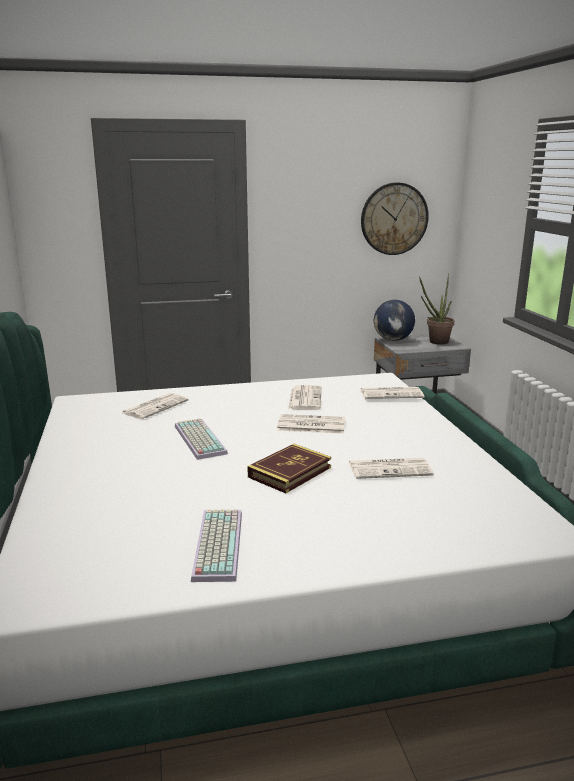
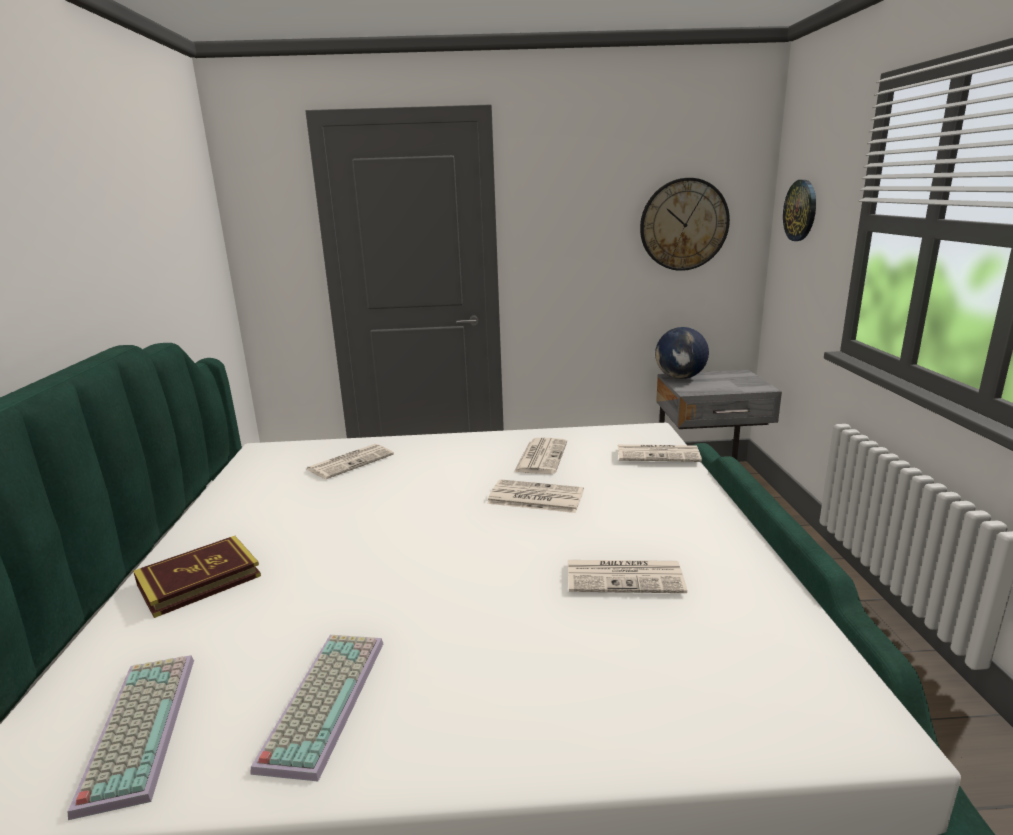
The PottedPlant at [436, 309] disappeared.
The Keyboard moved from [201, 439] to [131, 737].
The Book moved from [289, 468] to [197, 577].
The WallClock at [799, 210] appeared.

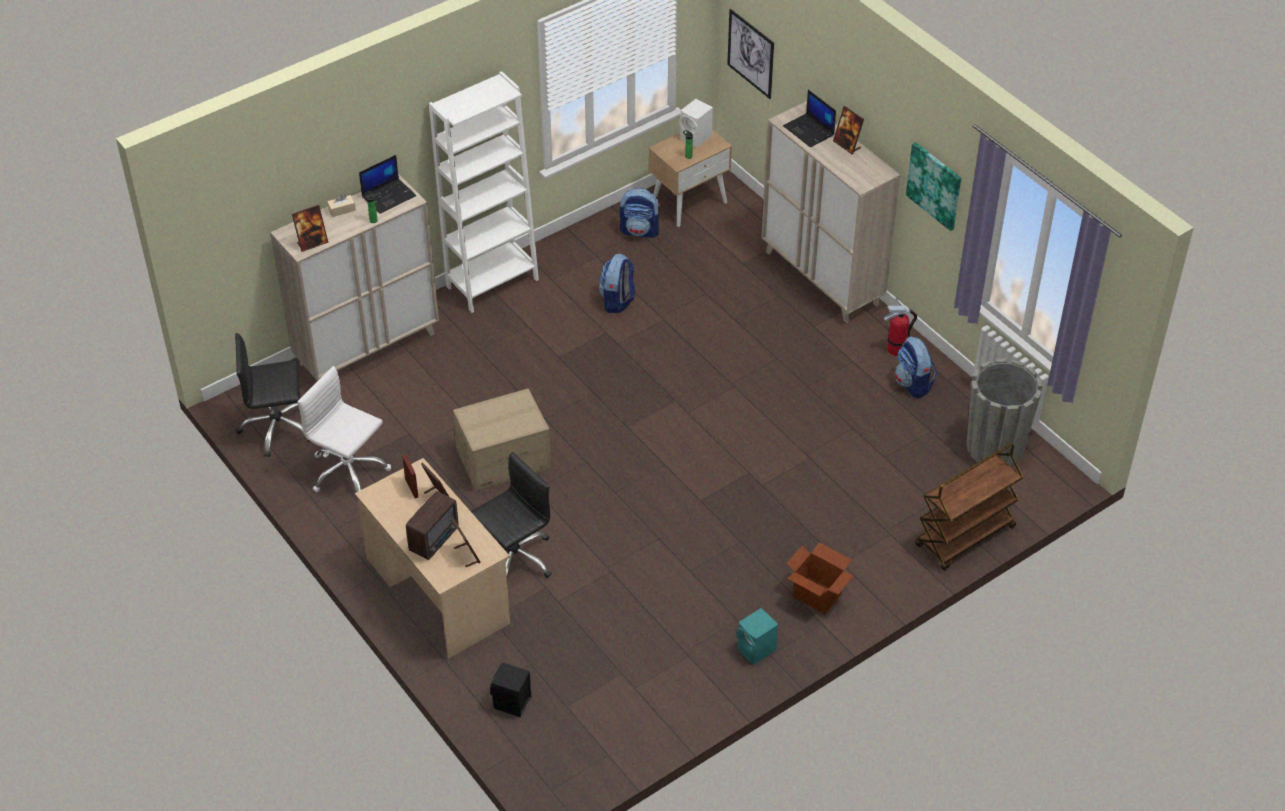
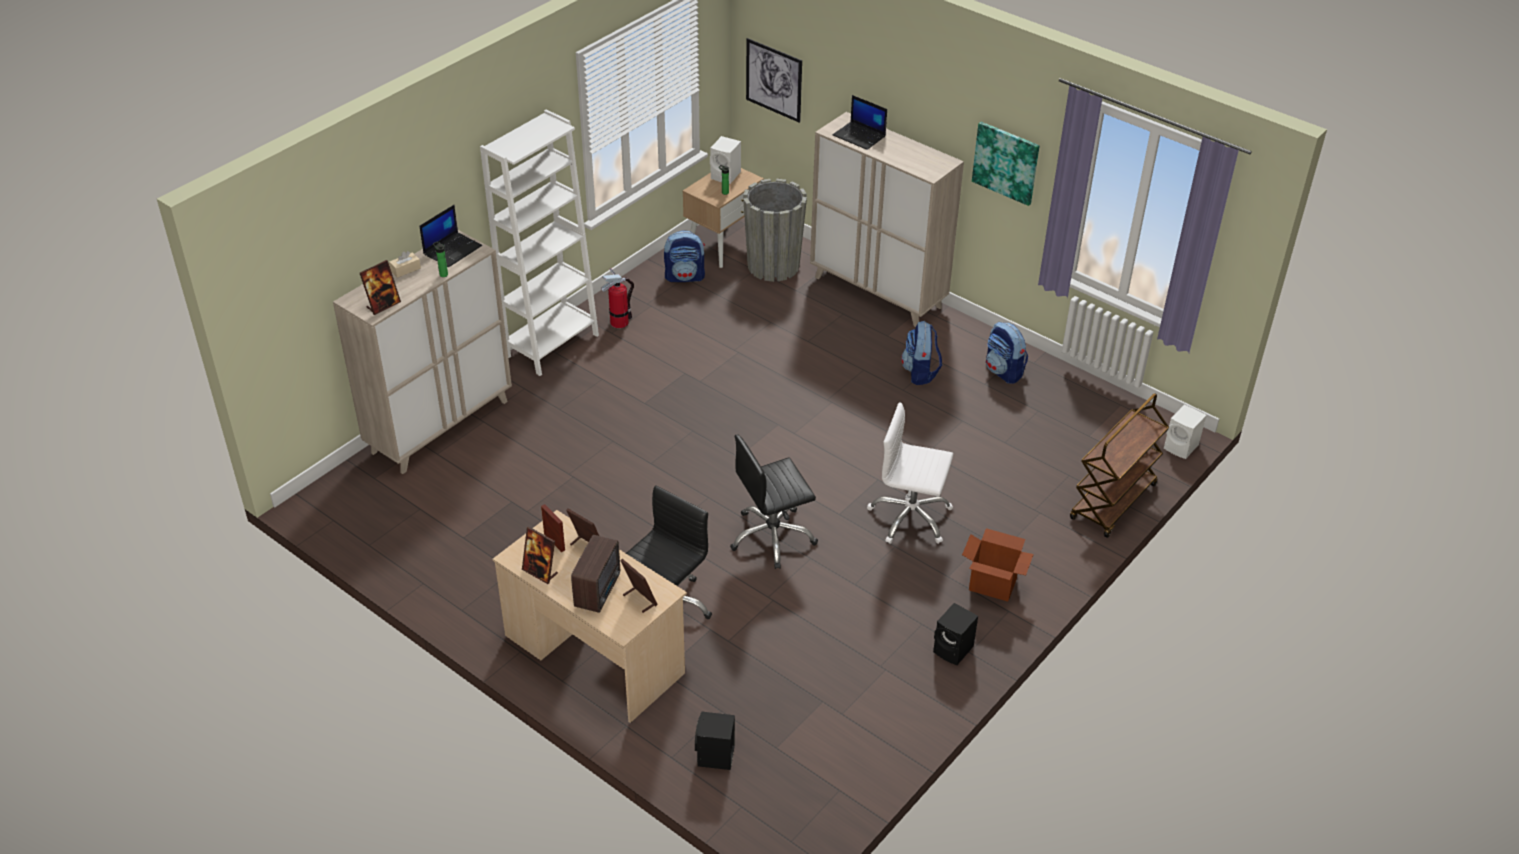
The PictureFrame moved from [848, 130] to [540, 555].
The Backpack moved from [617, 283] to [921, 353].
The FireExtinguisher moved from [900, 327] to [617, 298].
The BlackOfficeChair moved from [273, 395] to [774, 502].
The GreyPlanter moved from [1005, 412] to [775, 230].
The WhiteOfficeChair moved from [344, 429] to [910, 473].
The CardboardBox at [502, 439] disappeared.
The TurquoiseSpeaker at [757, 636] became the BlackSpeaker at [955, 634].
The WhiteSpeaker at [1185, 431] appeared.

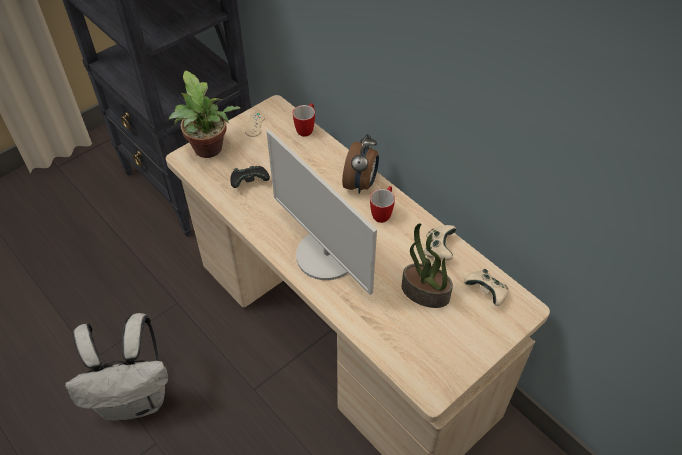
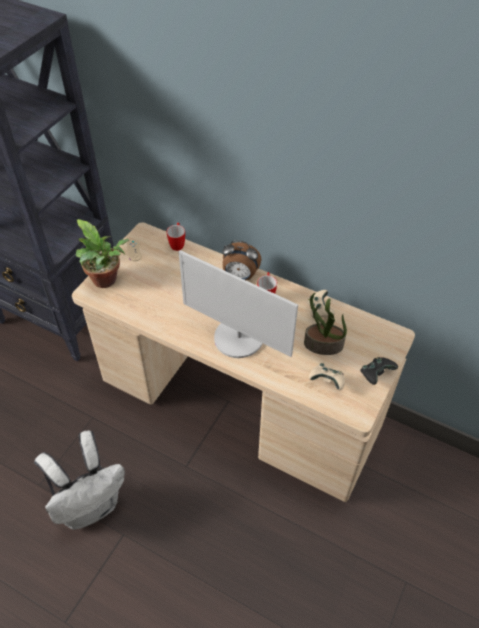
The AlarmClock at [360, 164] turned 105 degrees clockwise.
The BlackGameController moved from [250, 177] to [379, 371].
The BeigeGameController moved from [486, 287] to [327, 376].

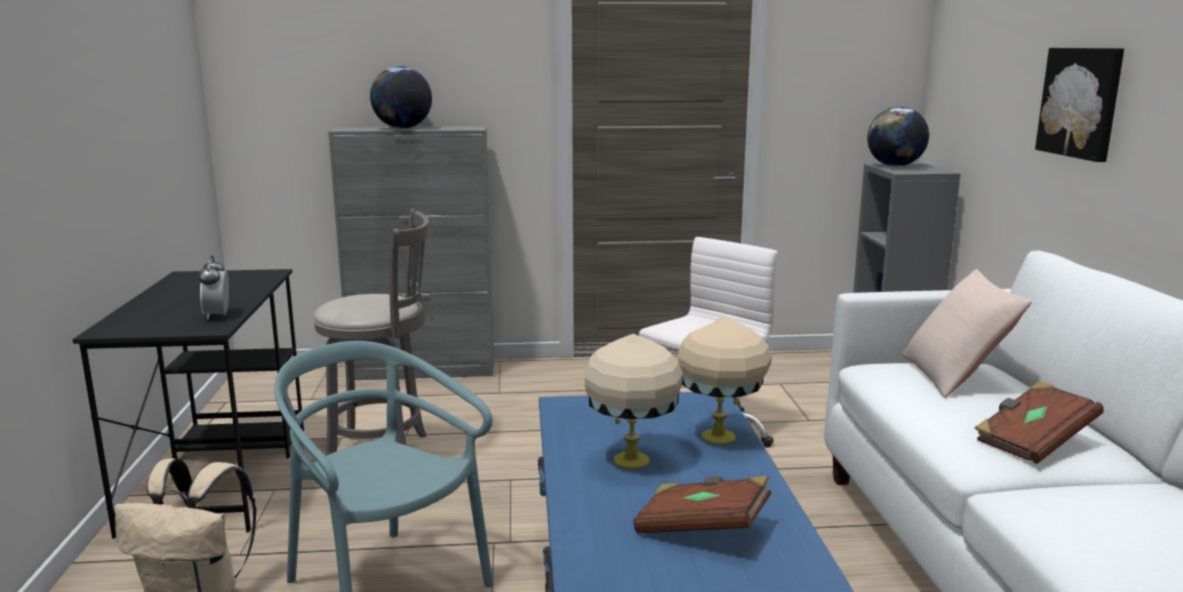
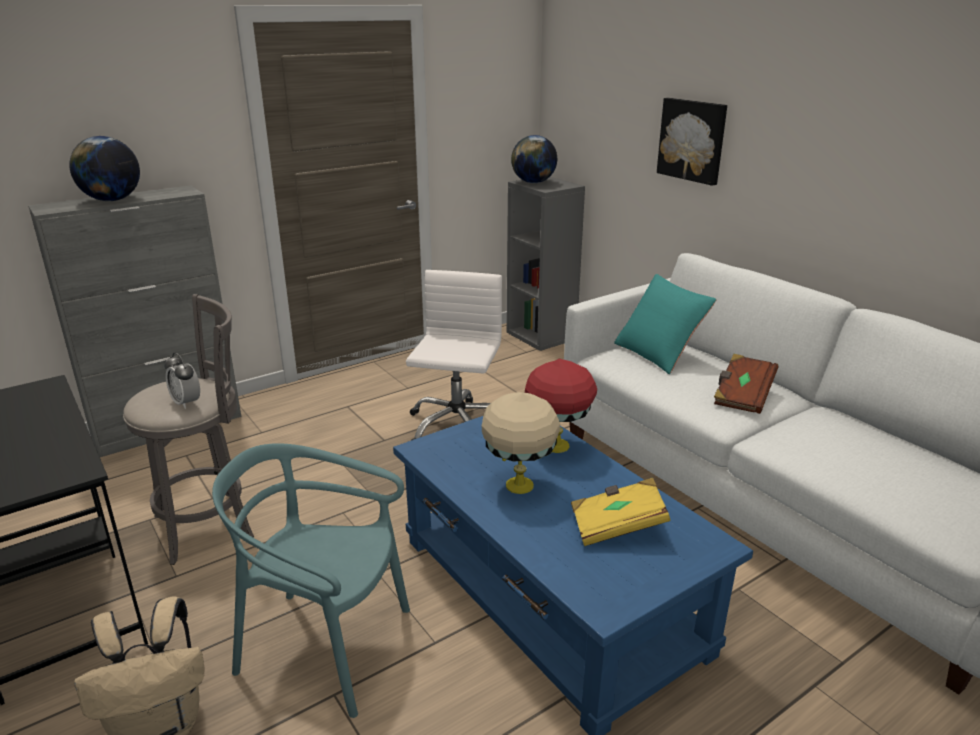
The AlarmClock moved from [213, 287] to [182, 381].
The BeigePillow at [967, 333] became the TurquoisePillow at [665, 324].
The BeigeTableLamp at [725, 380] became the RedTableLamp at [561, 406].
The BrownBook at [702, 504] became the YellowBook at [621, 512].

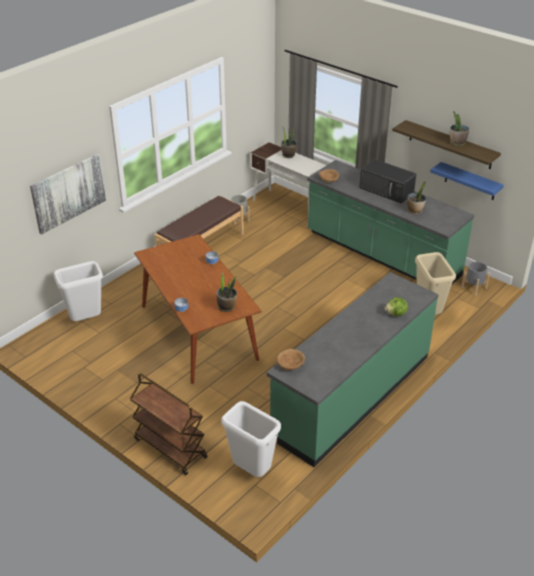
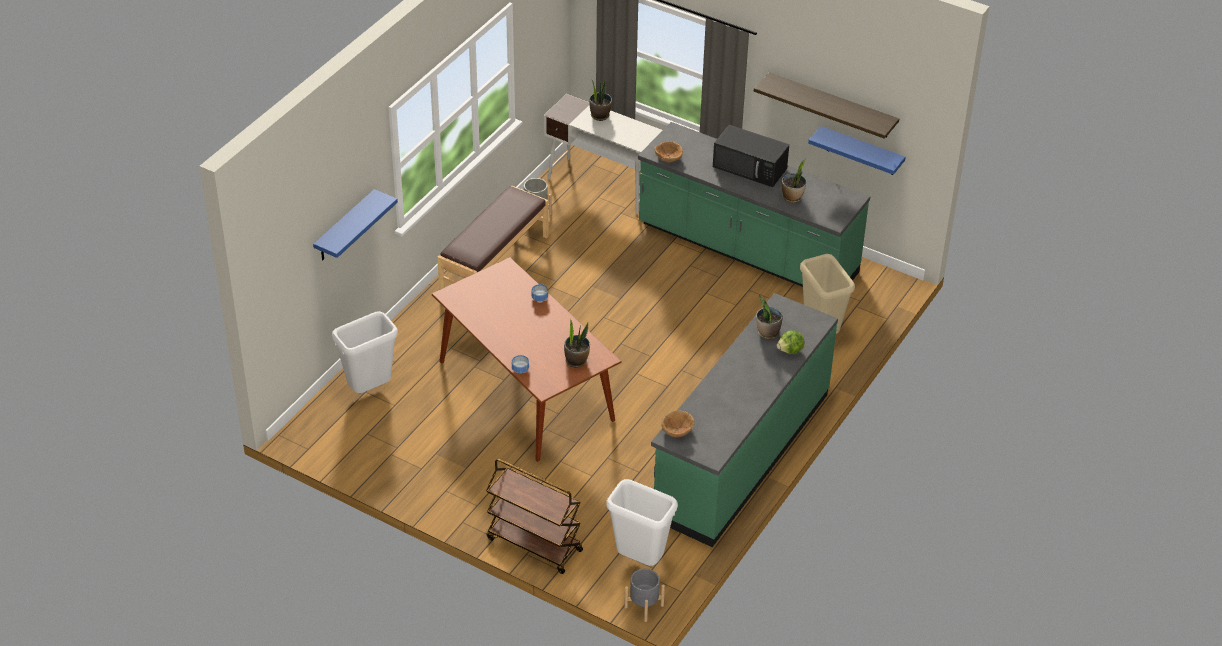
The PottedPlant moved from [459, 128] to [769, 316].
The Picture at [68, 194] was replaced by the BlueShelf at [355, 224].
The GreyPlanter moved from [476, 279] to [644, 595].

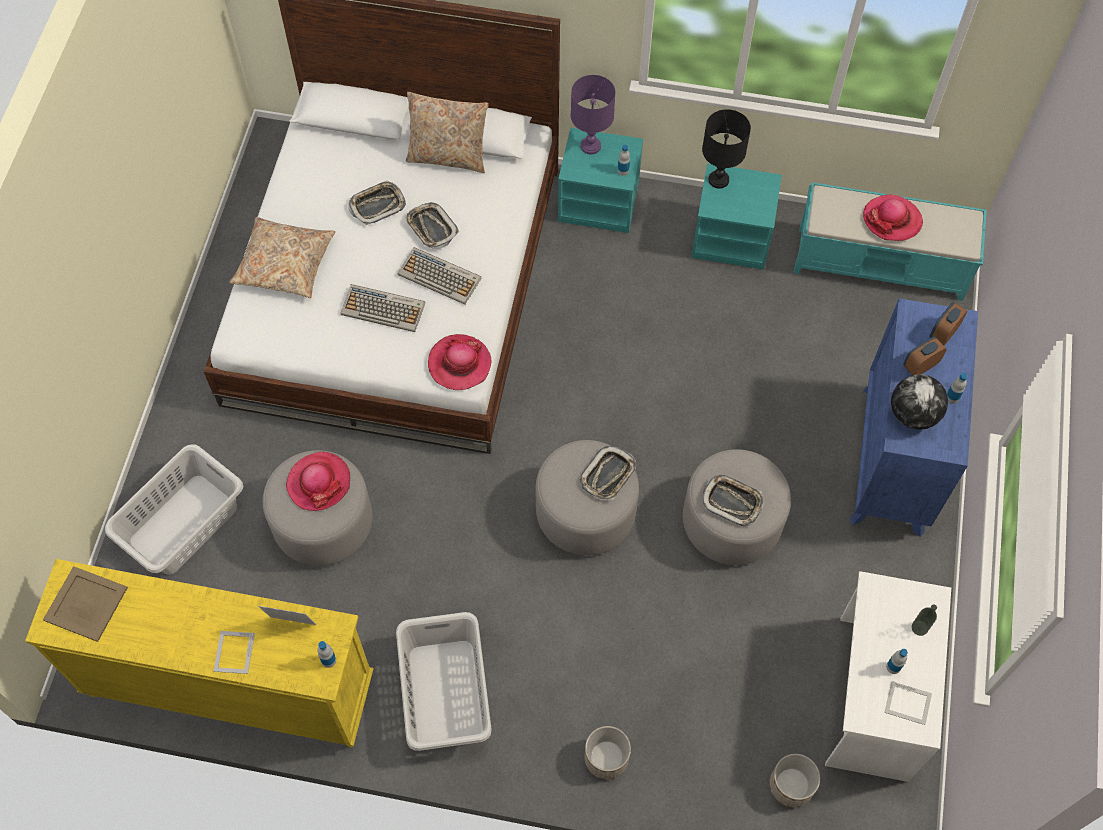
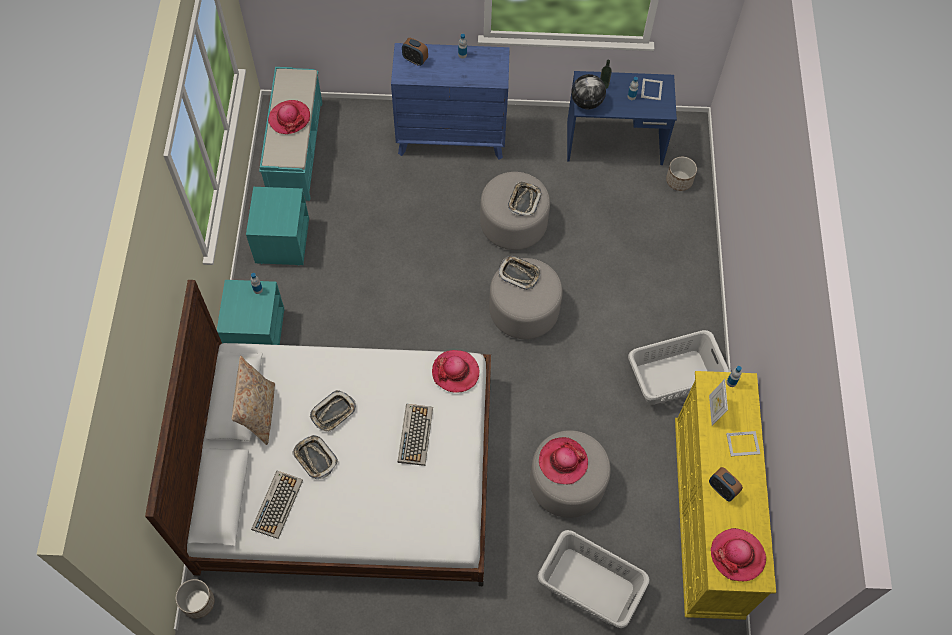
The PurpleTableLamp at [593, 114] disappeared.
The BlackTableLamp at [726, 149] disappeared.
The BeigePillow at [282, 257] disappeared.
The Keyboard moved from [439, 276] to [277, 504].
The AlarmClock moved from [925, 355] to [726, 484].
The Globe moved from [919, 402] to [588, 91].
The BeigeTray at [85, 604] was replaced by the Hat at [738, 554].
The WhiteDesk at [888, 676] became the BlueDesk at [622, 118].
The Planter moved from [607, 753] to [195, 599].

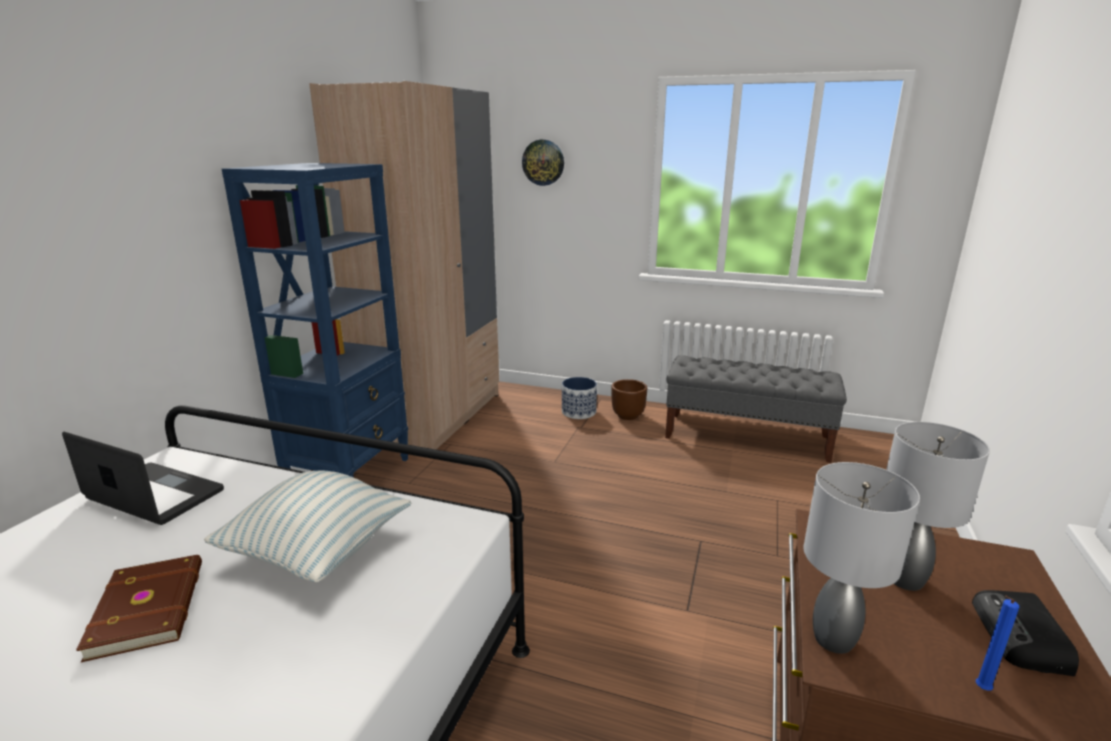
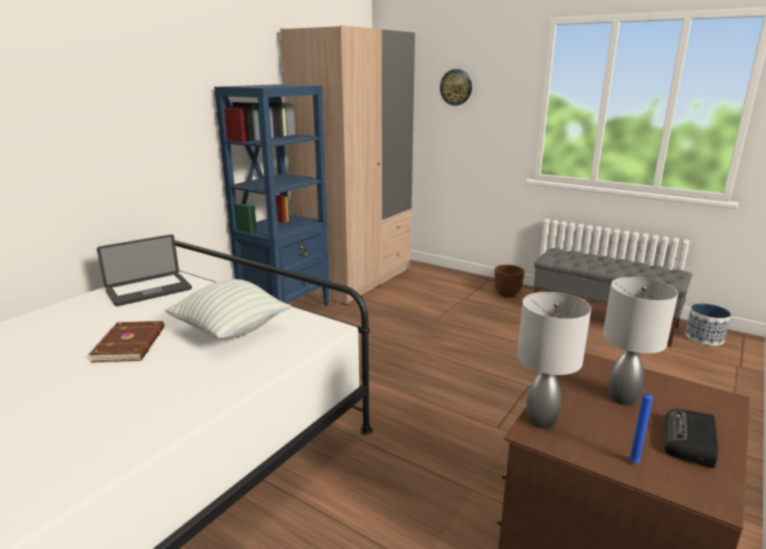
The Planter moved from [579, 398] to [708, 324].
The Laptop at [143, 478] turned 105 degrees clockwise.

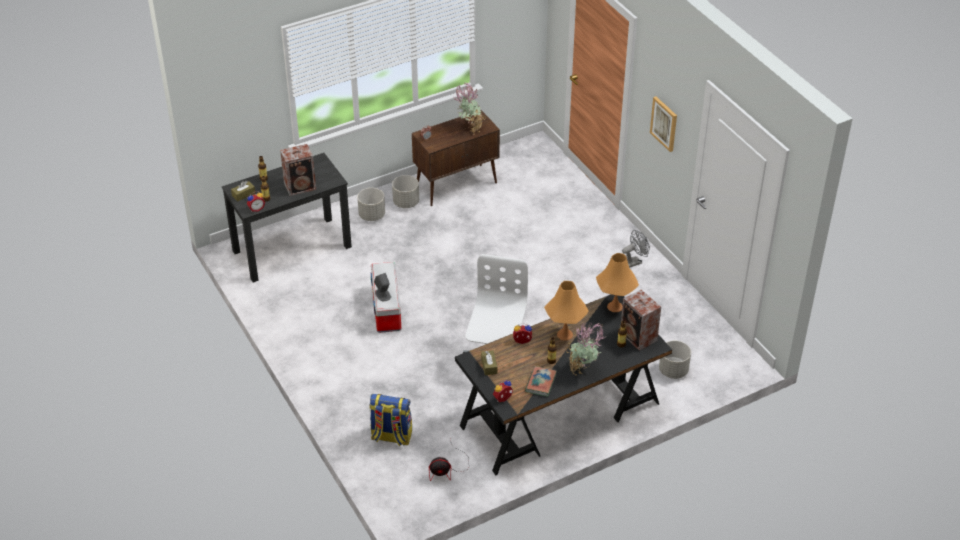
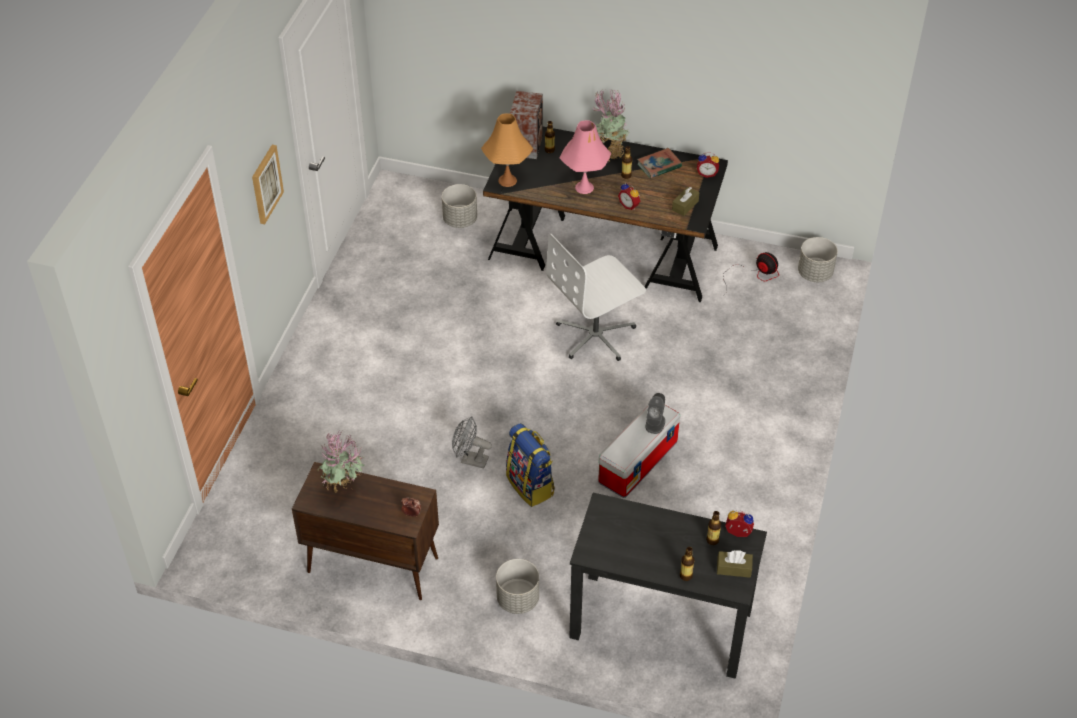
The Speaker at [298, 170] disappeared.
The GreyPlanter moved from [405, 191] to [818, 259].
The GreyFan moved from [636, 249] to [472, 442].
The OrangeTableLamp at [566, 311] became the PinkTableLamp at [585, 157].
The Backpack moved from [390, 420] to [530, 465].

